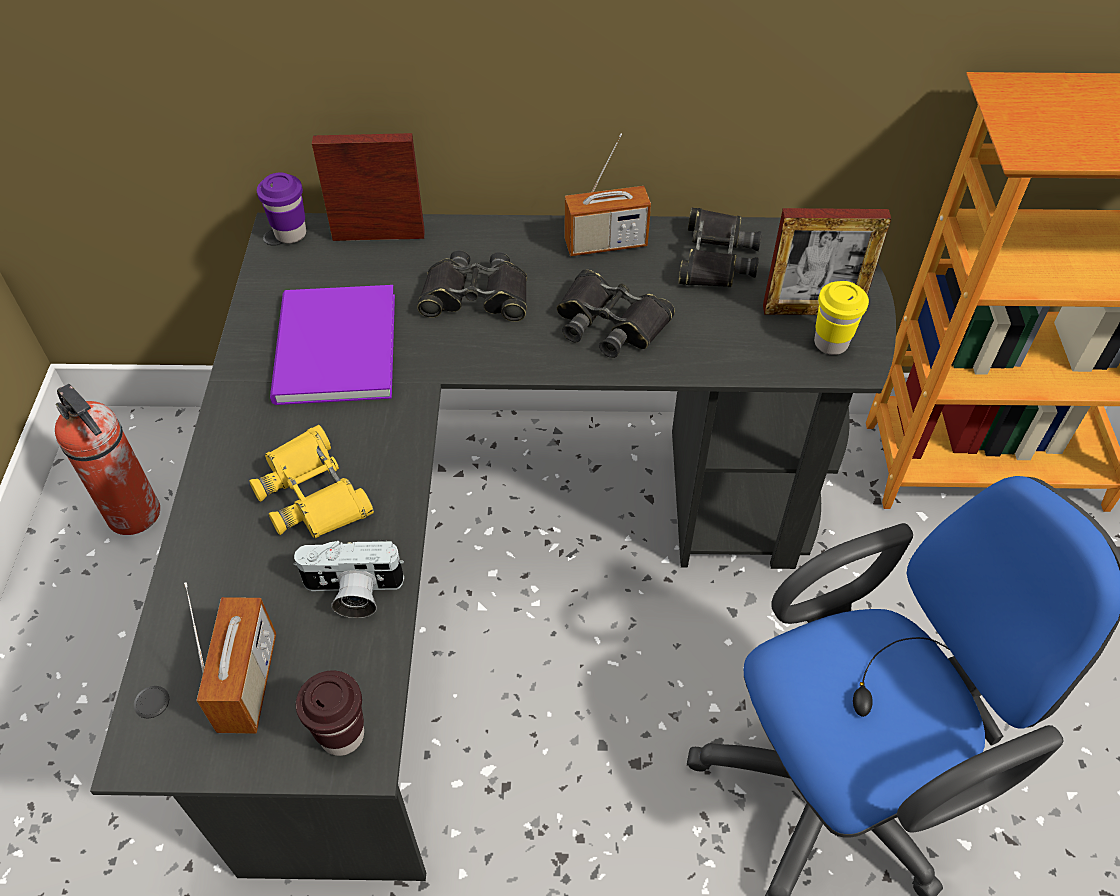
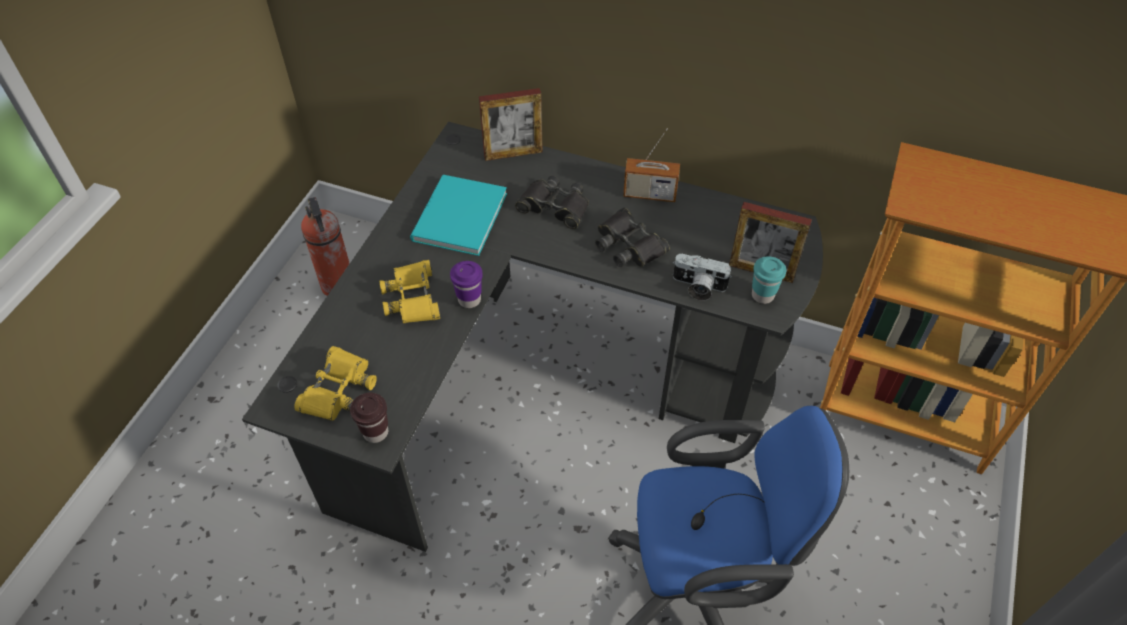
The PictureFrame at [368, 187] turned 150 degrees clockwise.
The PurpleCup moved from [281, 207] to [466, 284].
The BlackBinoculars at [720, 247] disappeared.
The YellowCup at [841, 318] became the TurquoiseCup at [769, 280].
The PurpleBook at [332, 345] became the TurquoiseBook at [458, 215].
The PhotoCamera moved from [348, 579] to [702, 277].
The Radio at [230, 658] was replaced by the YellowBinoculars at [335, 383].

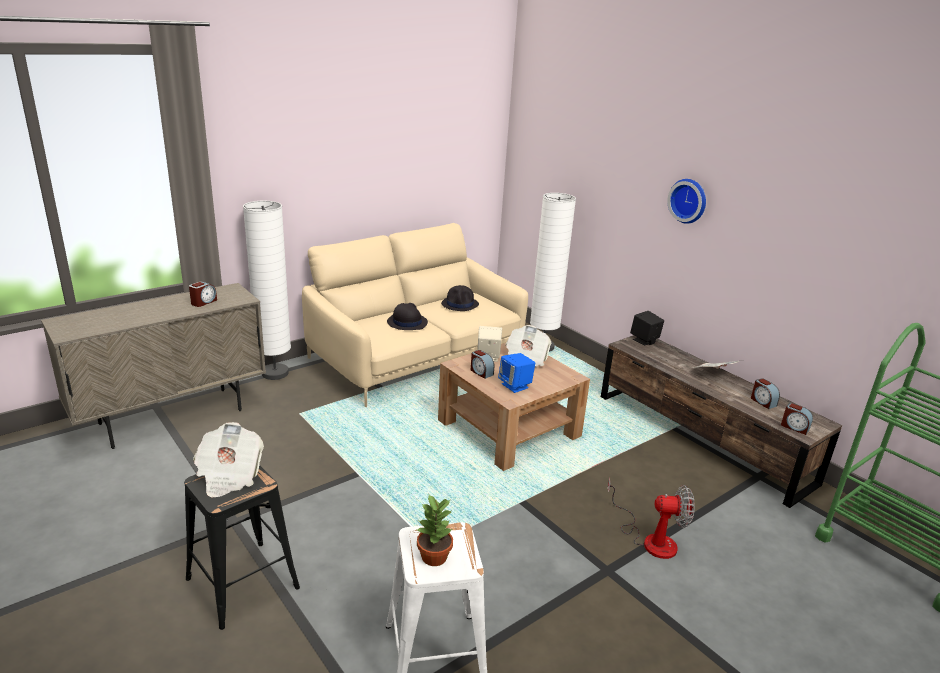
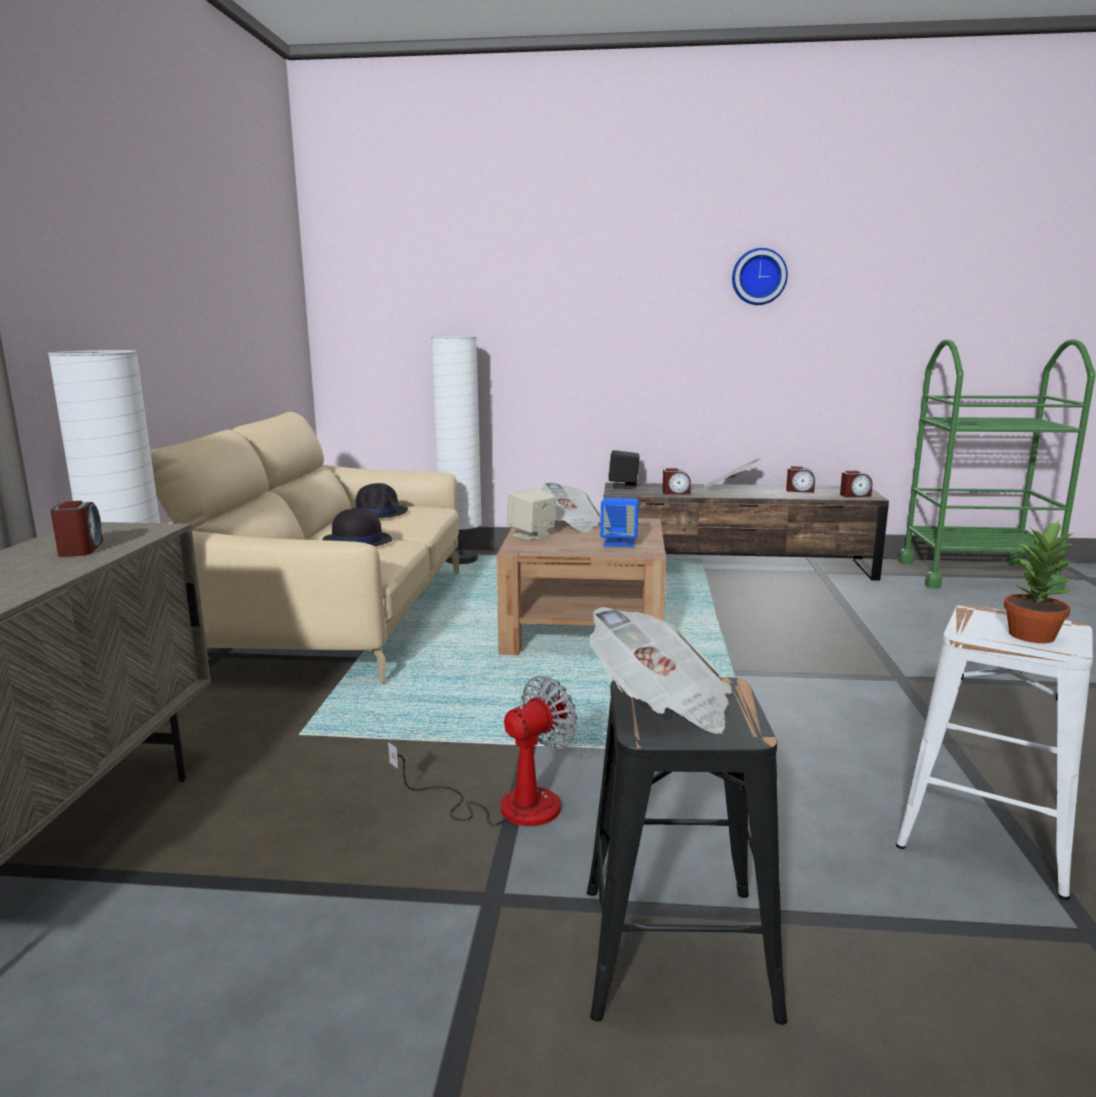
The WallClock moved from [686, 201] to [760, 276].
The AlarmClock moved from [482, 364] to [676, 481].
The Fan moved from [651, 518] to [482, 751].

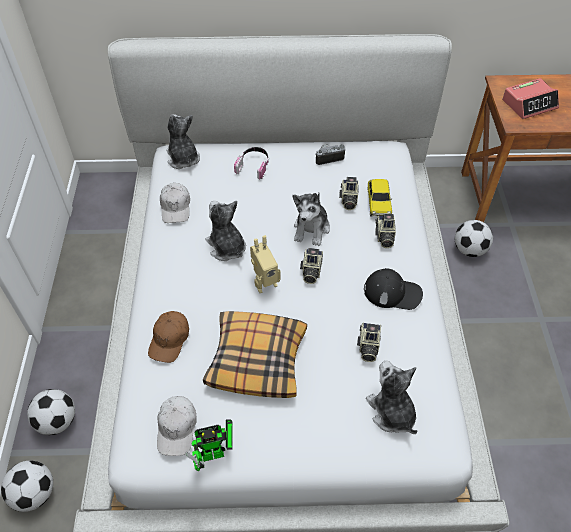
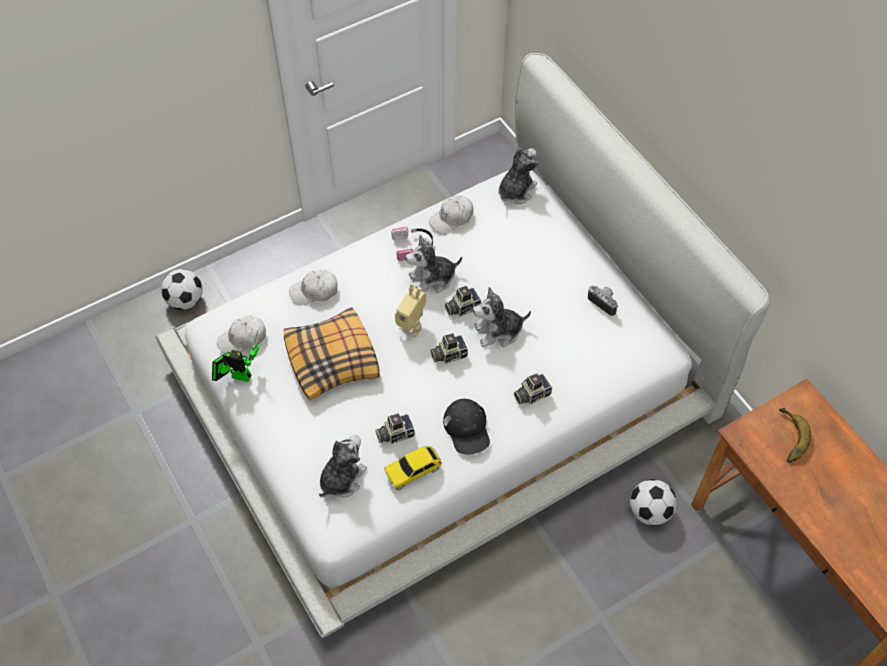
The AlarmClock at [530, 98] was replaced by the Banana at [795, 435].
The Headphones moved from [251, 163] to [412, 243].
The PhotoCamera moved from [349, 193] to [463, 301].
The ToyCar moved from [380, 197] to [413, 468].
The PlushToy at [225, 231] turned 135 degrees counterclockwise.
The BrownCap at [168, 337] became the WhiteCap at [313, 287].
The Football at [51, 412] disappeared.
The ToyRobot at [209, 445] turned 150 degrees clockwise.

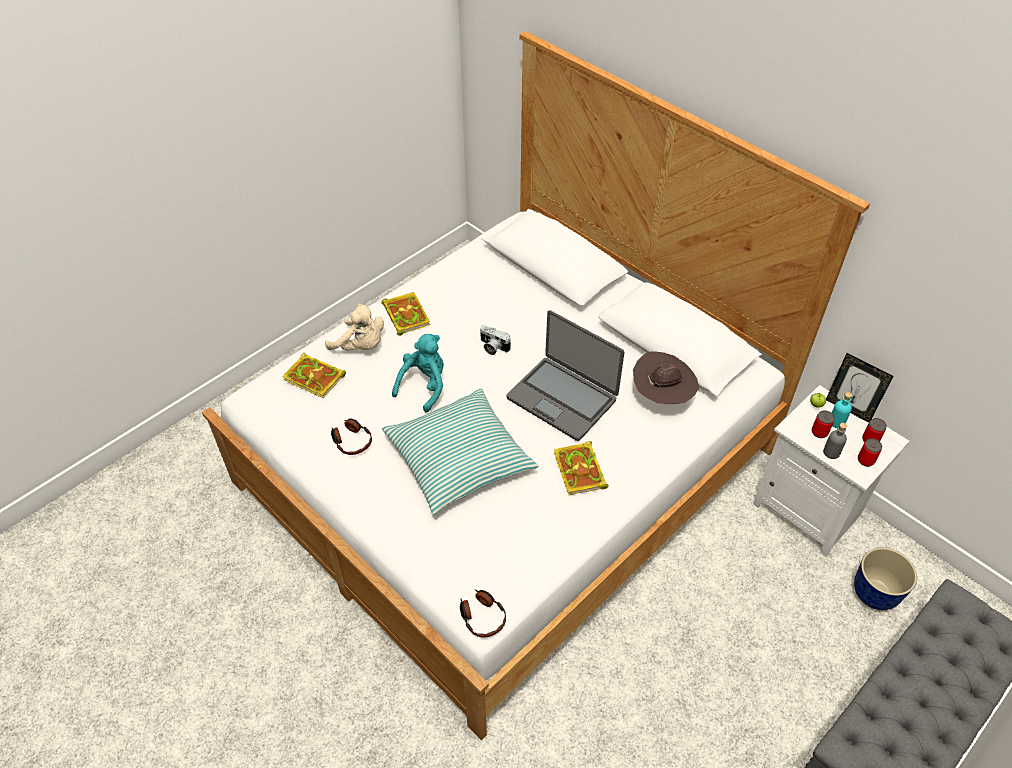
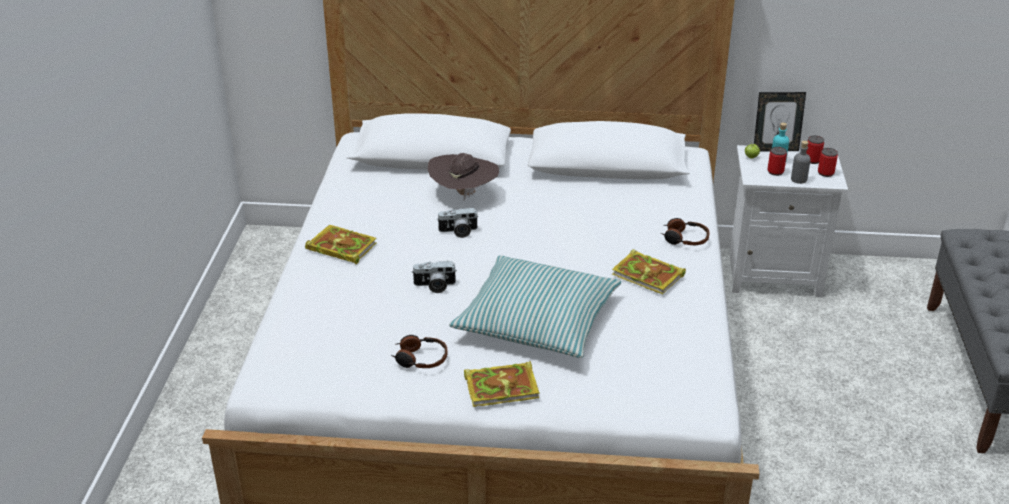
The BeigePlushToy at [354, 327] disappeared.
The Laptop at [566, 375] disappeared.
The TurquoisePlushToy at [418, 373] was replaced by the PhotoCamera at [434, 277].
The BrownHat moved from [666, 377] to [463, 177].
The Book moved from [314, 375] to [502, 384].
The Planter at [885, 579] disappeared.
The Headphones moved from [483, 613] to [685, 231].

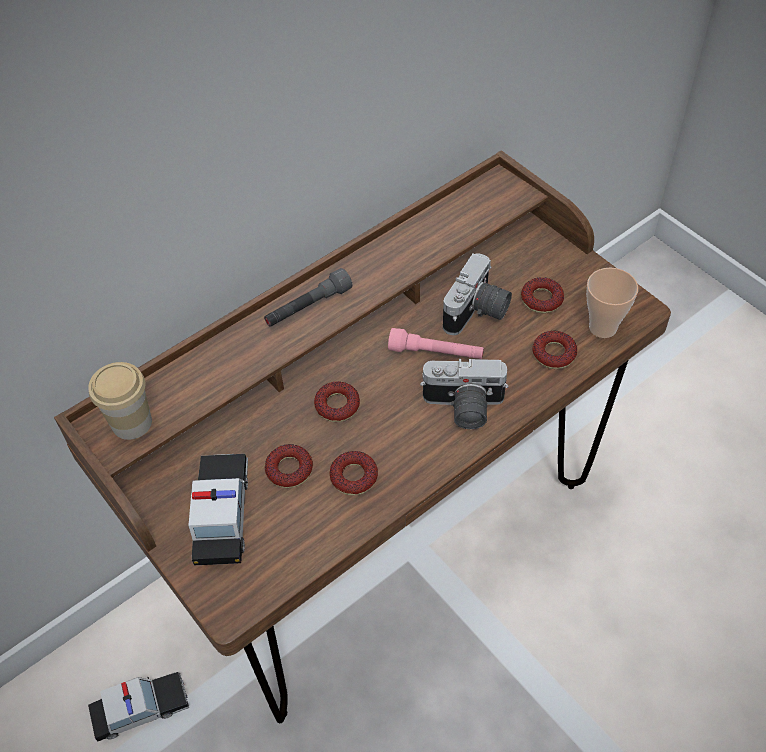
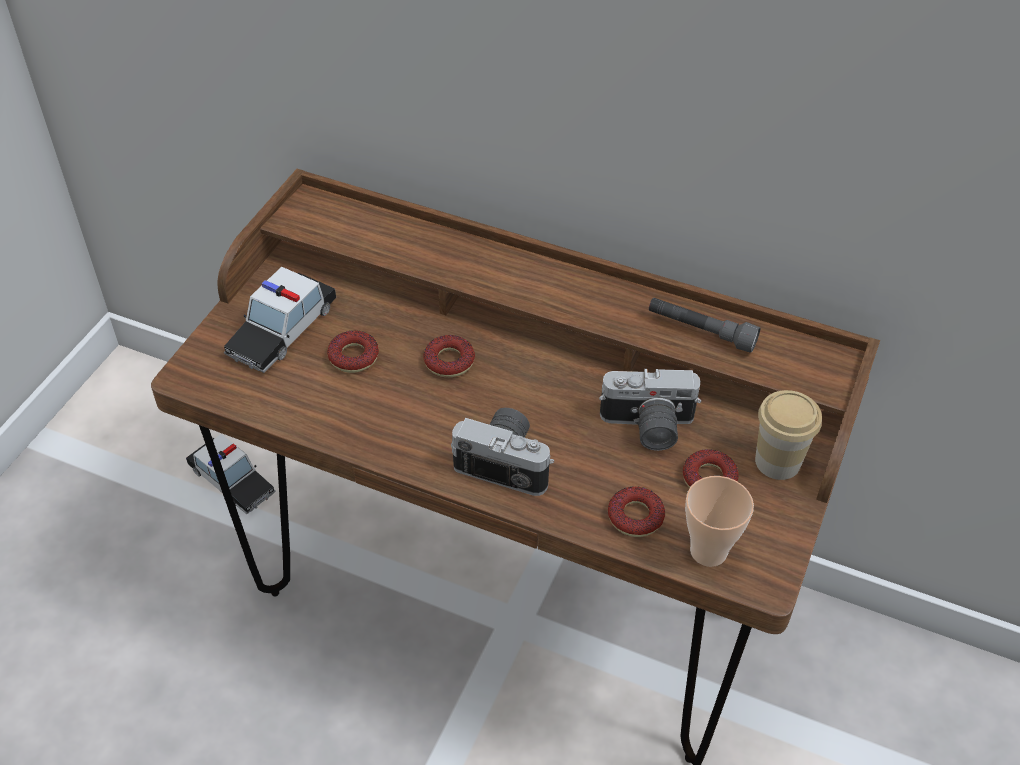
The GreyFlashlight moved from [308, 297] to [704, 325].
The PinkFlashlight at [436, 343] disappeared.
The PhotoCamera at [464, 394] turned 135 degrees clockwise.
The Cup moved from [120, 401] to [788, 435].
The Donut at [353, 473] disappeared.
The ToyCar at [218, 509] turned 150 degrees clockwise.

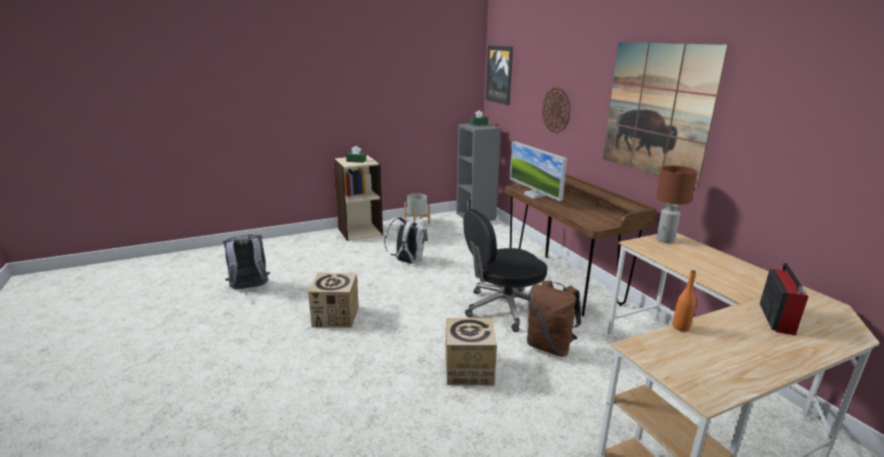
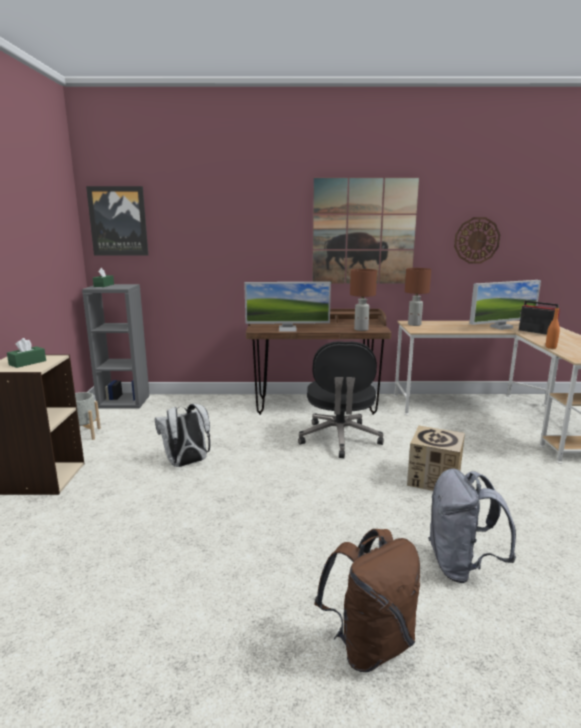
The WallClock moved from [556, 110] to [477, 240].
The GreyBackpack moved from [246, 262] to [472, 525].
The CardboardBox at [333, 300] disappeared.
The BrownBackpack moved from [554, 318] to [367, 600].
The BrownTableLamp at [363, 300] appeared.
The Monitor at [505, 305] appeared.

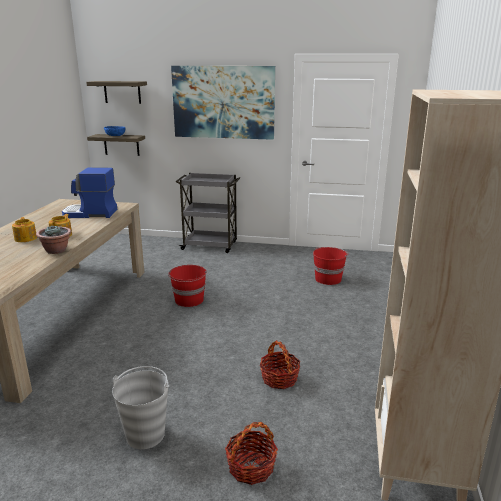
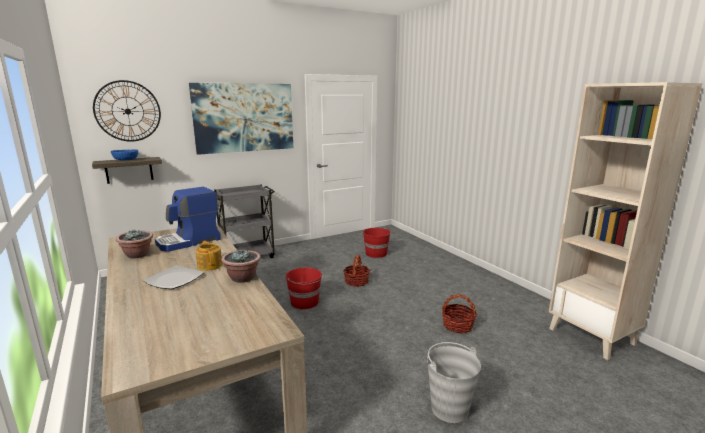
The Shelf at [116, 92] was replaced by the WallClock at [127, 111].
The Teapot at [24, 229] was replaced by the Plate at [173, 277].
The Basket moved from [251, 453] to [356, 271].
The PottedPlant at [134, 244] appeared.

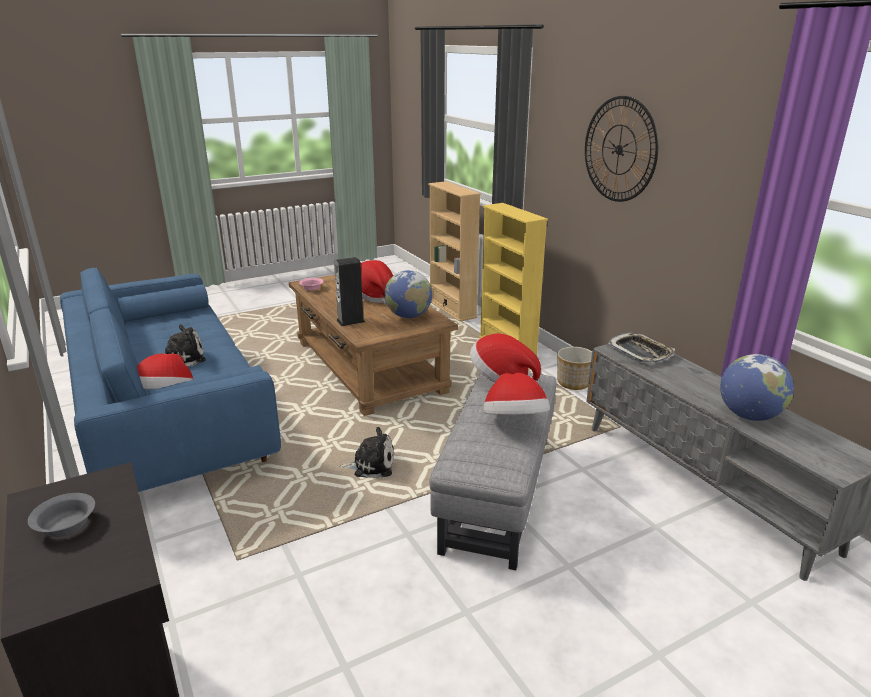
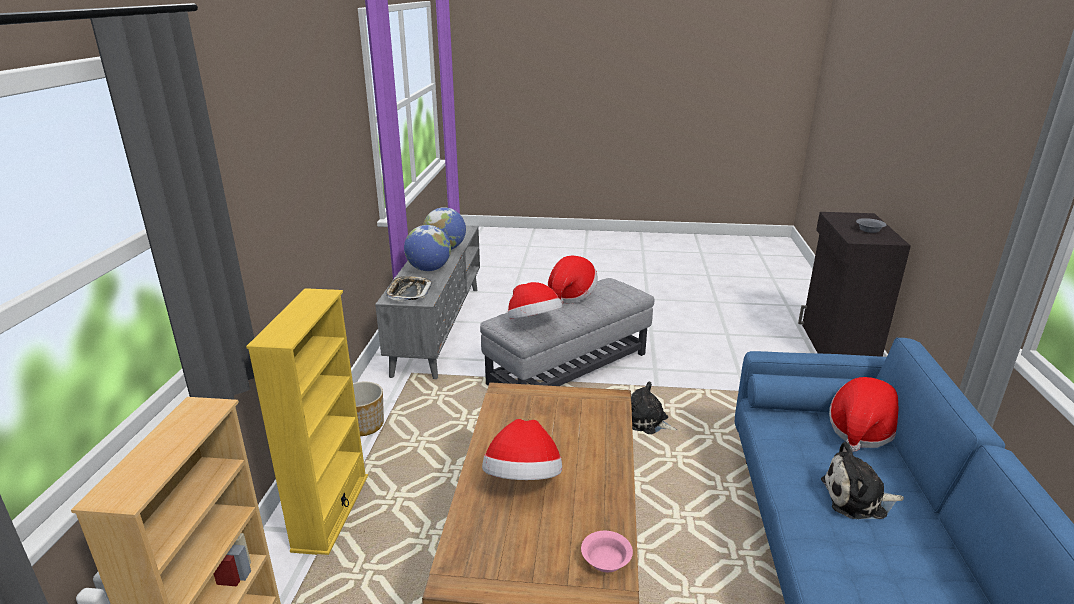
The WallClock at [621, 149] disappeared.
The Speaker at [349, 291] disappeared.
The Globe moved from [408, 294] to [427, 248].

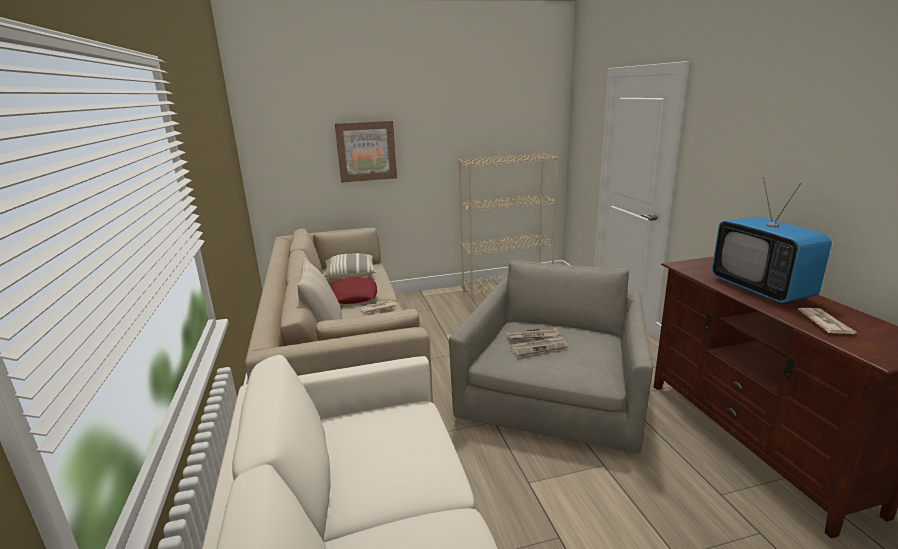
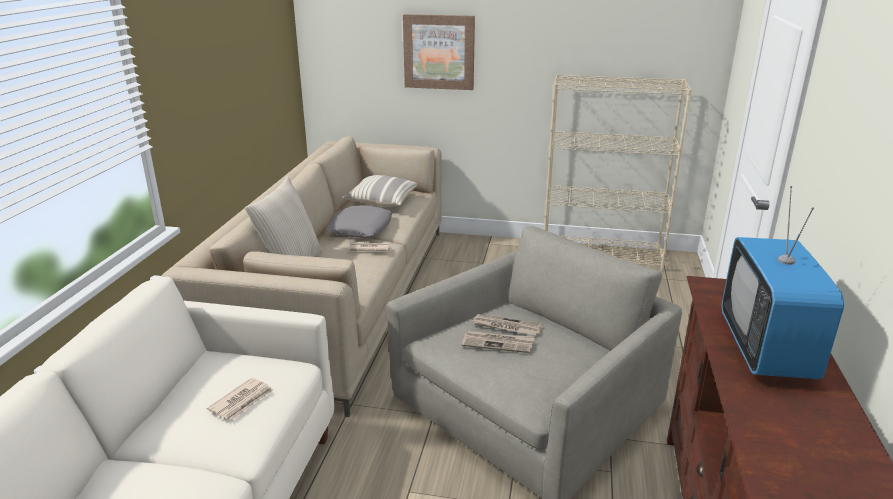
The RedPillow at [353, 290] became the GreyPillow at [359, 221].
The Newspaper moved from [827, 321] to [240, 399].

